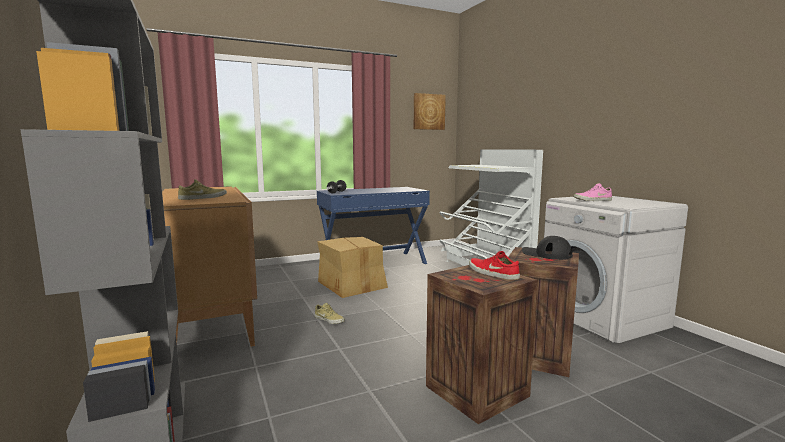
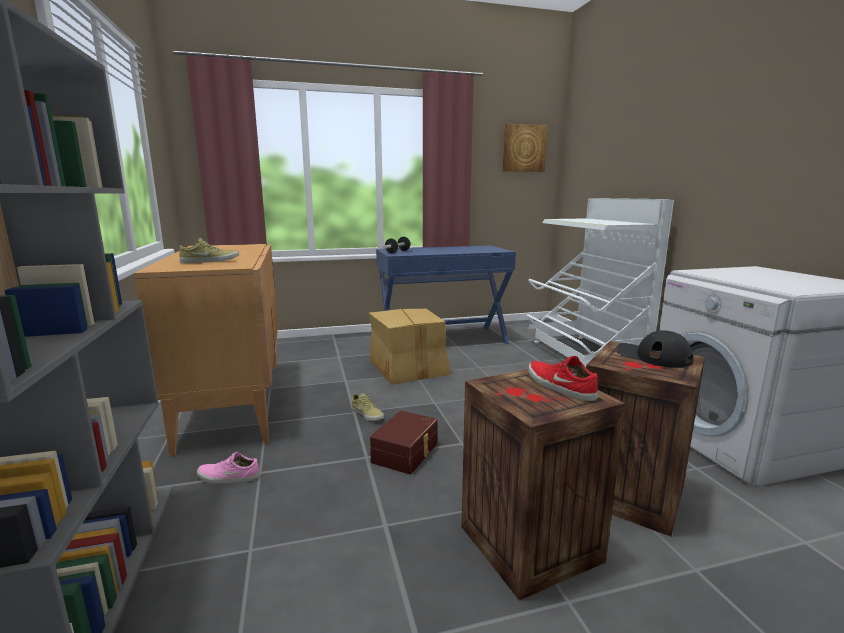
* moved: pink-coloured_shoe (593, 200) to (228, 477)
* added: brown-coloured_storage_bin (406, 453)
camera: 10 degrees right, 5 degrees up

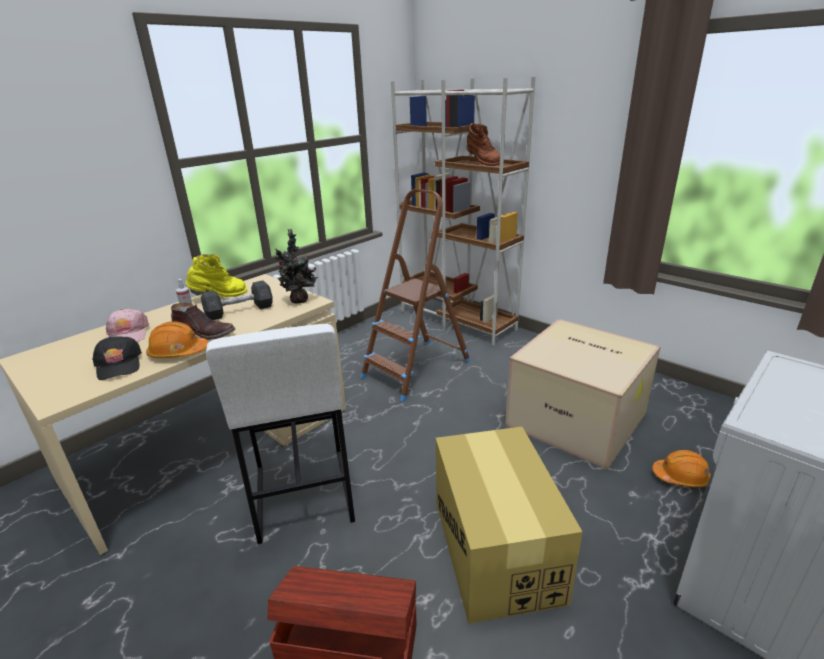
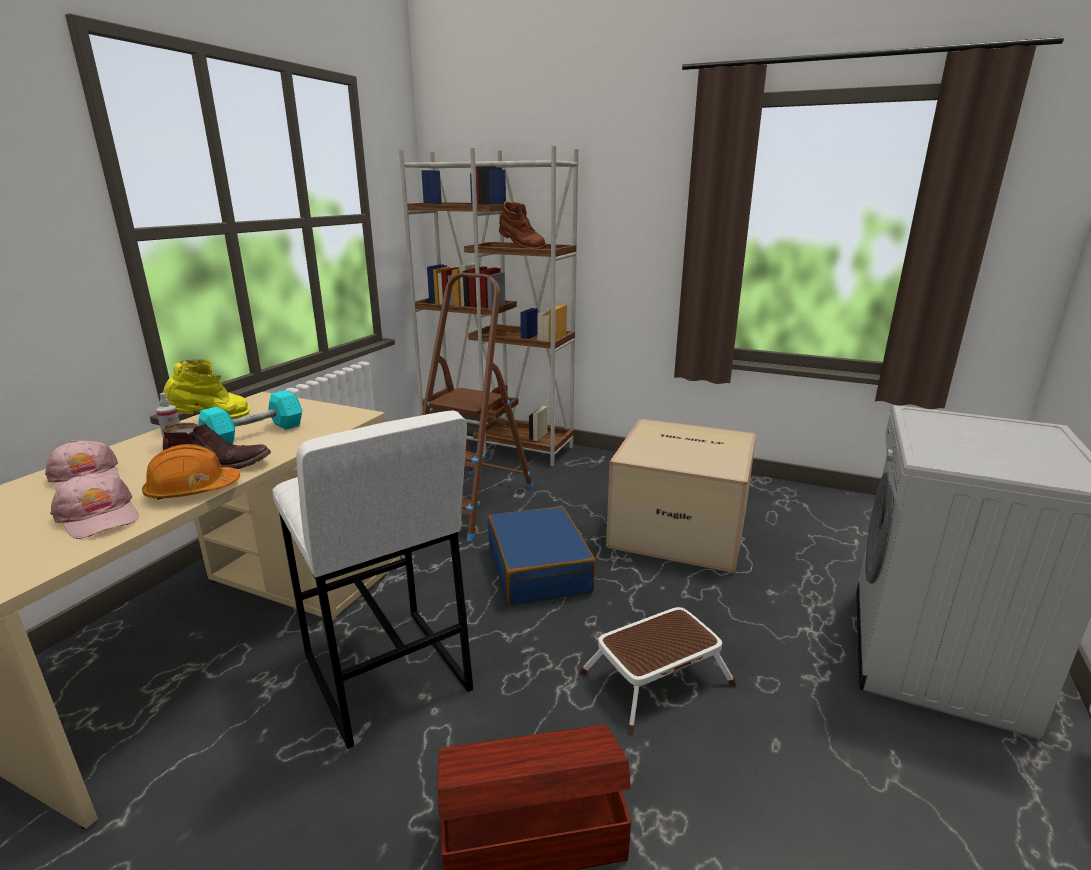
* recoloured: black-coloured_baseball_cap (119, 365) to pink-coloured_baseball_cap (99, 516)
* recoloured: greyish_dumbbell (239, 311) to turquoise_dumbbell (255, 434)
* removed: houseplant (299, 301)
* replaced: cardboard_box (495, 548) to brown-coloured_step_stool (657, 679)
* removed: orange_safety_helmet (681, 477)
* added: blue-coloured_piece_of_luggage (539, 569)
camera: 20 degrees left, 5 degrees down

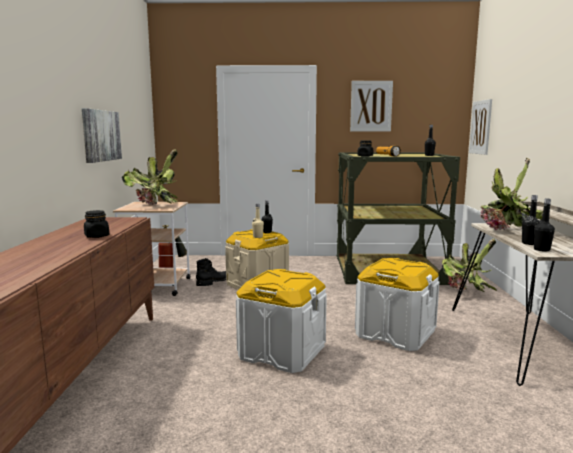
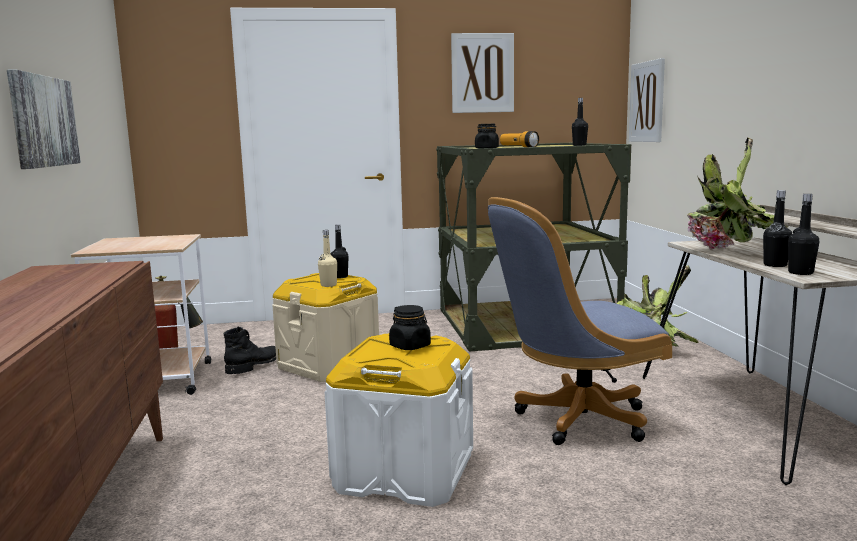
* moved: black-coloured_preserve_jar (97, 236) to (410, 346)
* removed: houseplant (155, 206)
* replaced: whitish_storage_bin (395, 333) to blue-coloured_computer_chair (572, 422)
camera: 10 degrees left, 0 degrees up

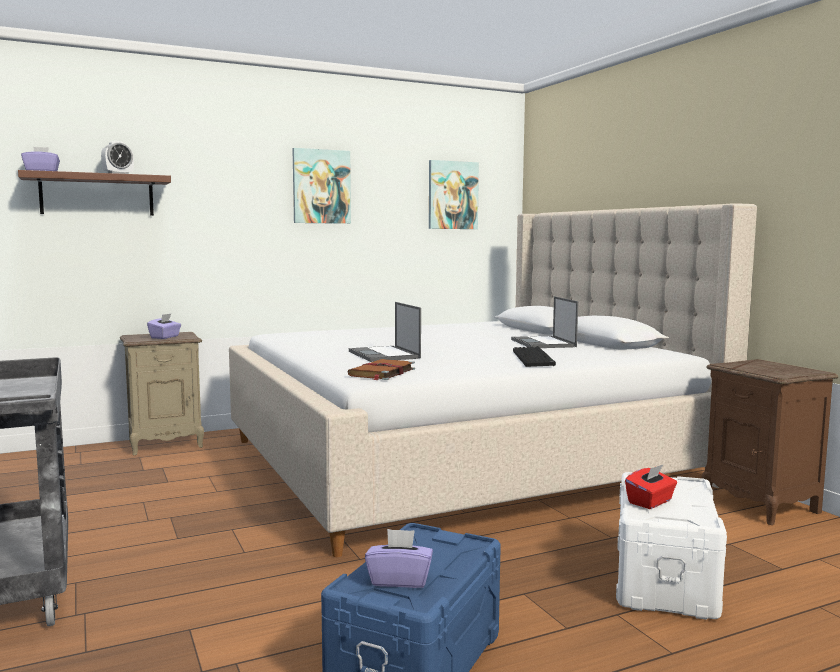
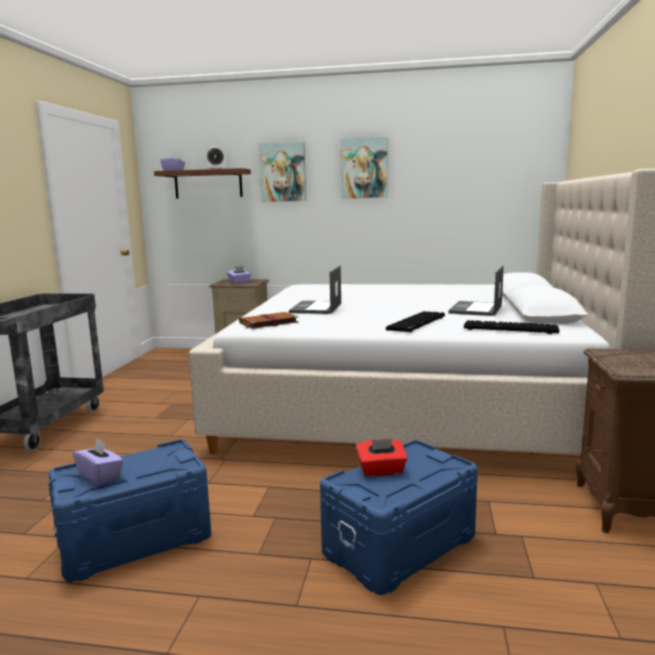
* moved: wall_picture (452, 195) to (283, 172)
* recoloured: whitish_storage_bin (666, 579) to blue-coloured_storage_bin (401, 546)
* added: computer_keyboard (509, 329)
camera: 35 degrees right, 5 degrees up

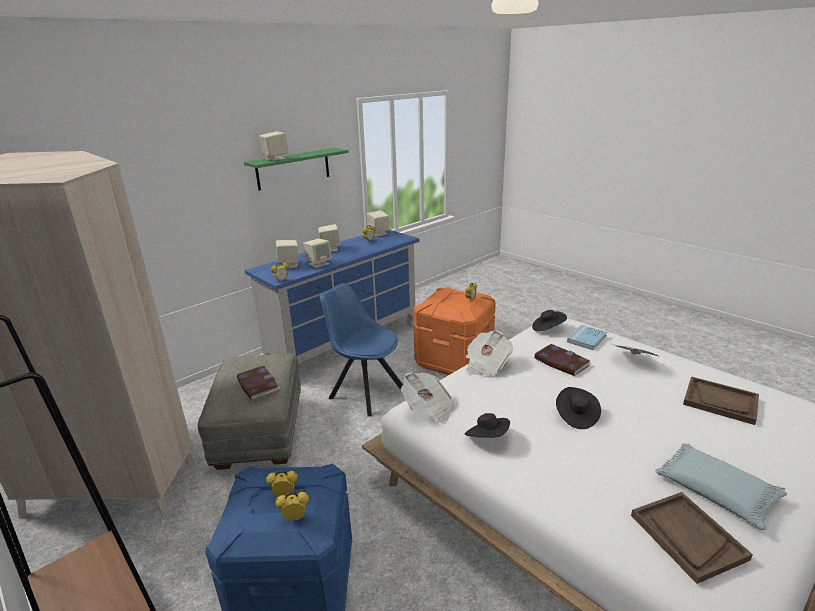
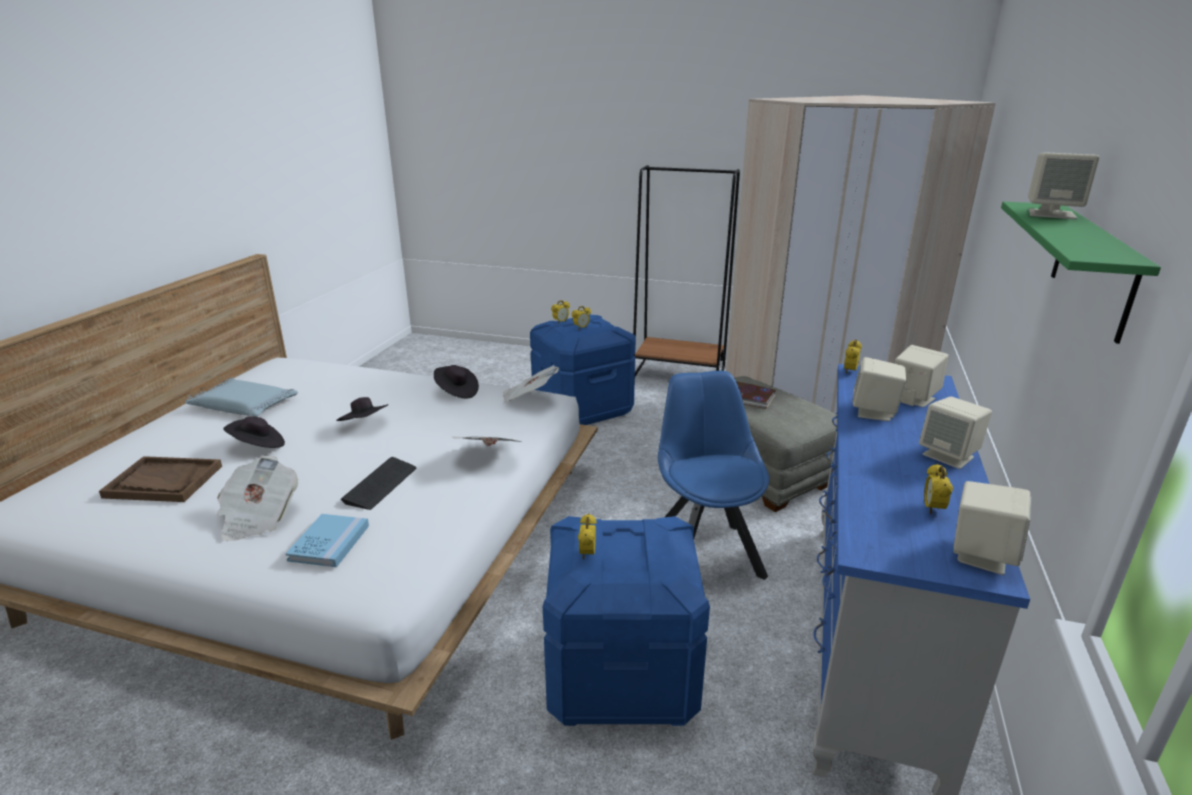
* turned: blue-coloured_chair (365, 392) = (705, 553) 105 degrees counterclockwise
* recoloured: orange_storage_bin (453, 360) to blue-coloured_storage_bin (622, 675)
* moved: black-coloured_clothing_hat (547, 328) to (258, 446)
* replaced: book (561, 362) to computer_keyboard (380, 485)
* removed: brown-coloured_serving_tray (687, 536)
camera: 150 degrees right, 0 degrees up

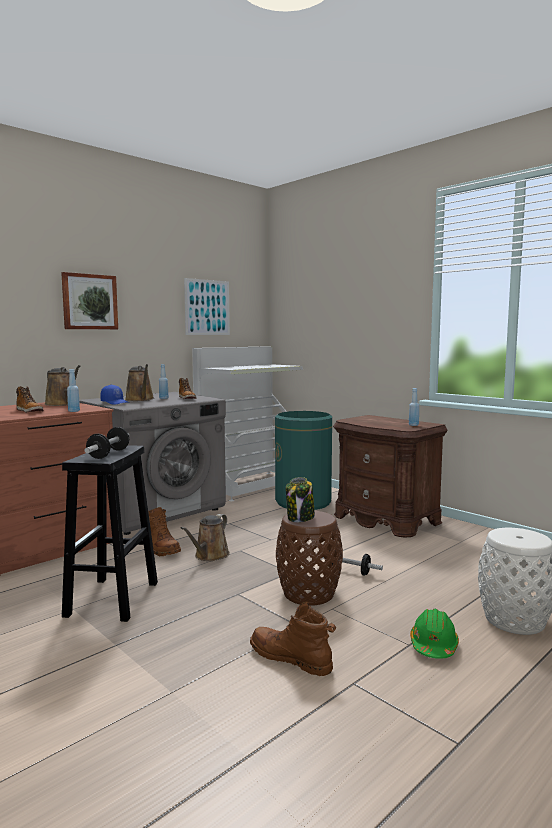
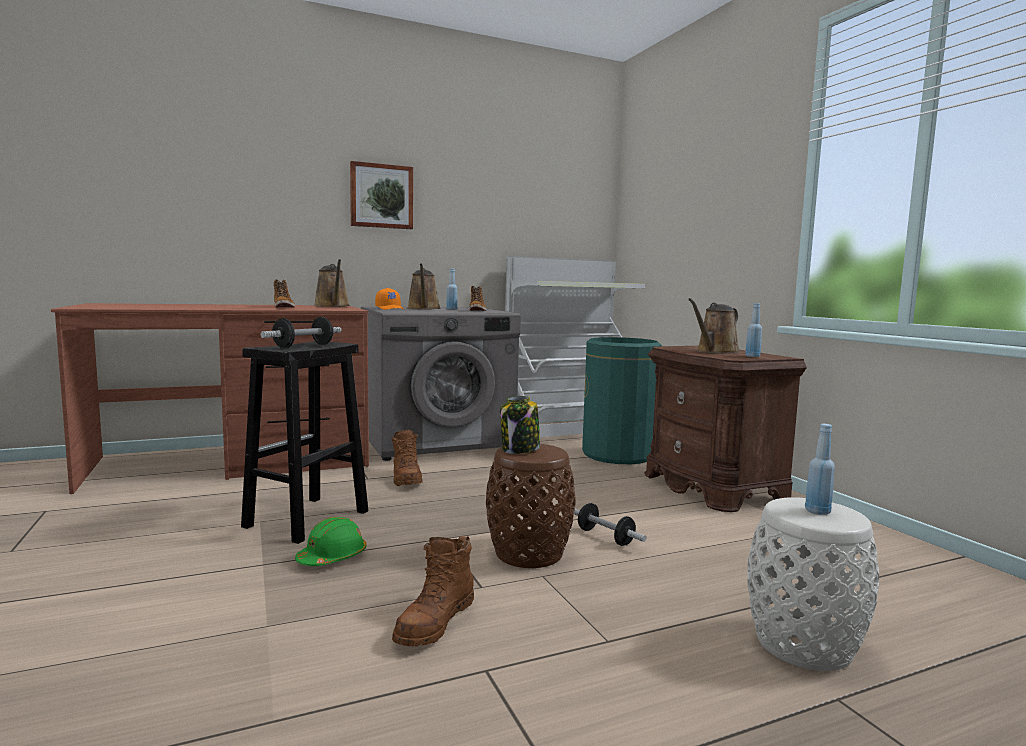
* moved: blue-coloured_drink_bottle (74, 411) to (817, 511)
* recoloured: blue-coloured_baseball_cap (115, 402) to orange_baseball_cap (390, 309)
* moved: brown-coloured_watering_pot (210, 556) to (715, 352)
* removed: wall_picture (207, 307)
* turned: brown-coloured_boot (291, 659) = (435, 622) 120 degrees counterclockwise
* moved: greenish_safety_helmet (433, 645) to (332, 558)
camera: 20 degrees right, 0 degrees up

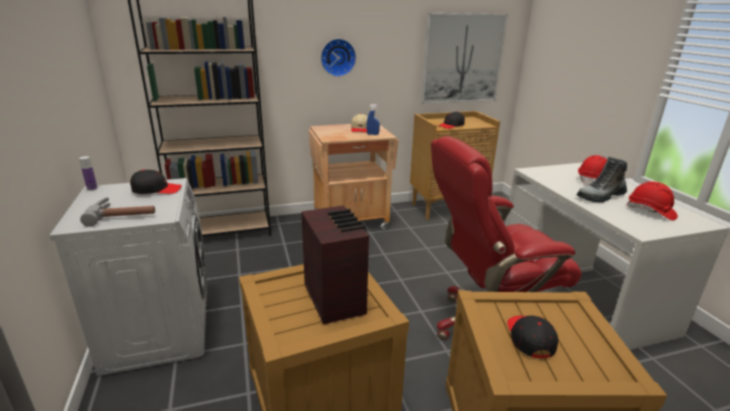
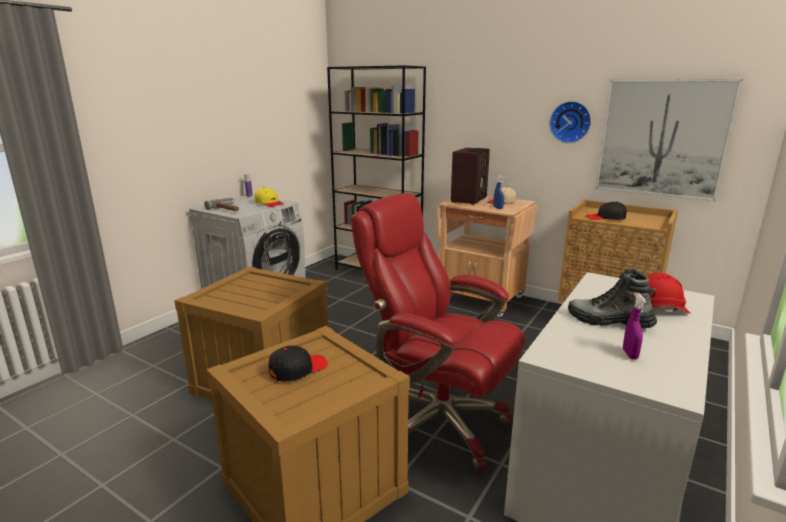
* recoloured: black-coloured_baseball_cap (156, 189) to yellow-coloured_baseball_cap (269, 203)
* moved: radio_set (335, 298) to (470, 199)
* moved: clock_on_the_wall (337, 57) to (570, 122)
* replaced: red-coloured_safety_helmet (650, 211) to purple_spray_bottle (630, 354)
camera: 50 degrees right, 5 degrees down

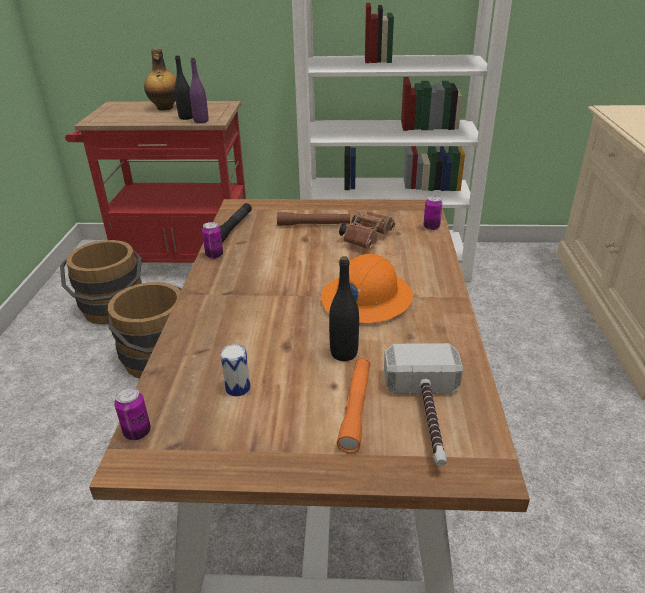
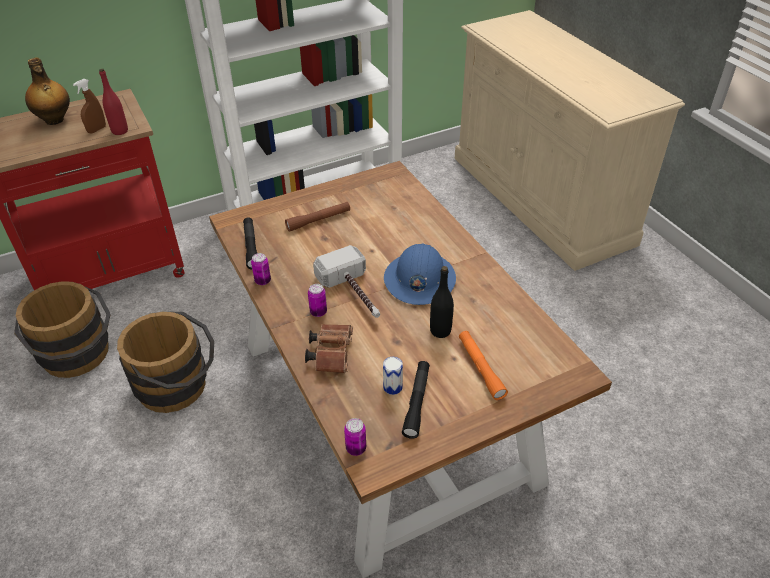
* replaced: black-coloured_drink_bottle (186, 117) to brown-coloured_spray_bottle (97, 129)
* recoloured: purple_drink_bottle (201, 121) to red-coloured_drink_bottle (120, 131)
* recoloured: orange_safety_helmet (366, 299) to blue-coloured_safety_helmet (419, 279)
* moved: brown-coloured_binoculars (367, 238) to (331, 353)
* moved: hand_hammer (427, 416) to (354, 294)
* moved: sealed_can (431, 227) to (318, 312)
* added: black-coloured_hand_torch (417, 402)
camera: 30 degrees left, 10 degrees up

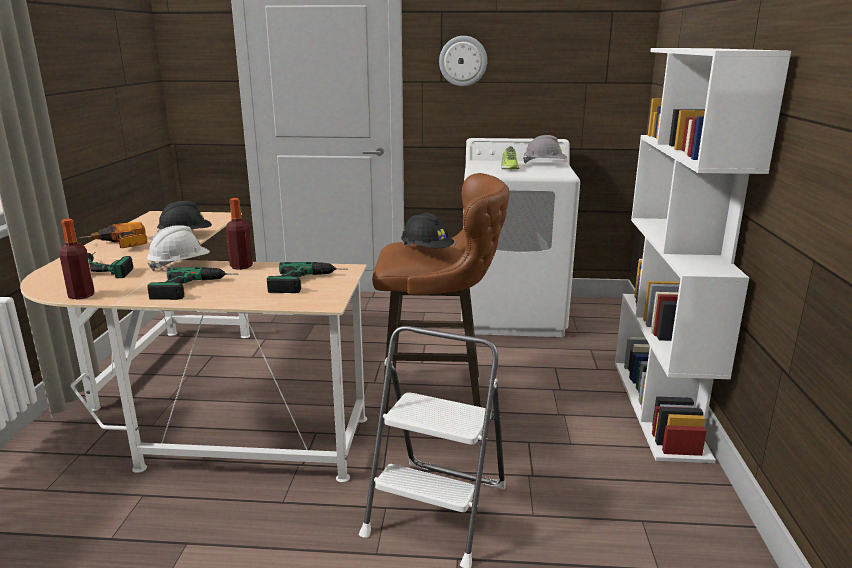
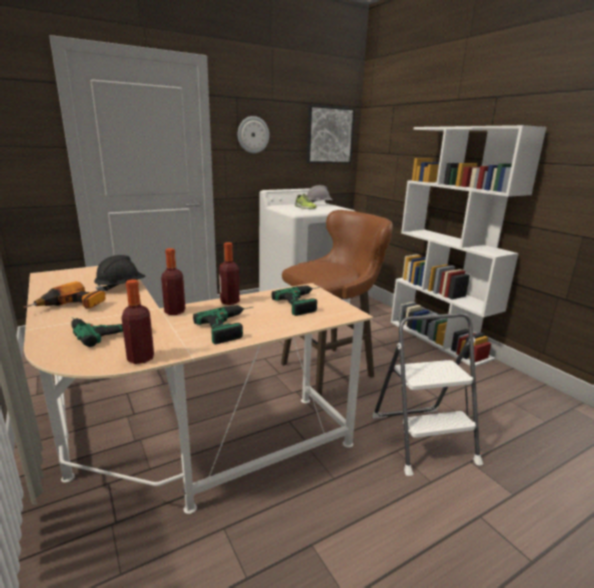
* replaced: whitish_safety_helmet (180, 265) to drink_bottle (175, 311)
* removed: black-coloured_safety_helmet (426, 251)
* added: wall_picture (329, 135)
camera: 35 degrees left, 0 degrees up

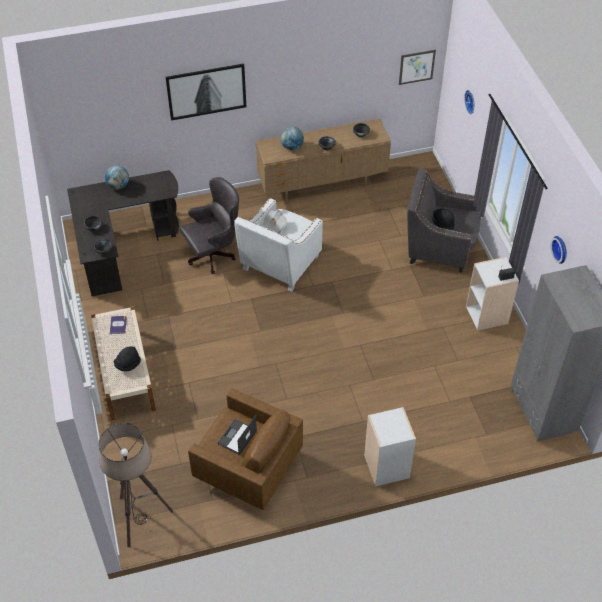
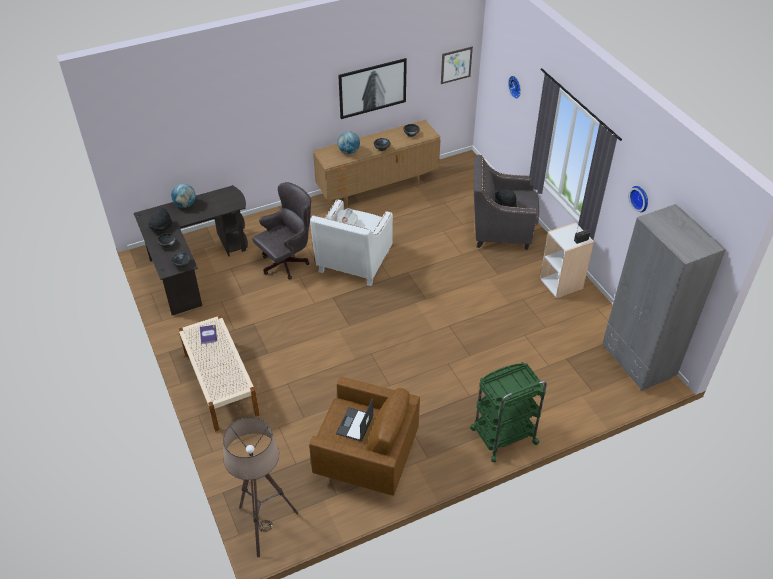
* moved: black-coloured_clothing_hat (128, 364) to (161, 227)
* moved: wall_picture (206, 91) to (372, 88)
* replaced: bookcase (386, 466) to greenish_wheeled_cart (503, 435)
camera: 10 degrees left, 5 degrees down

